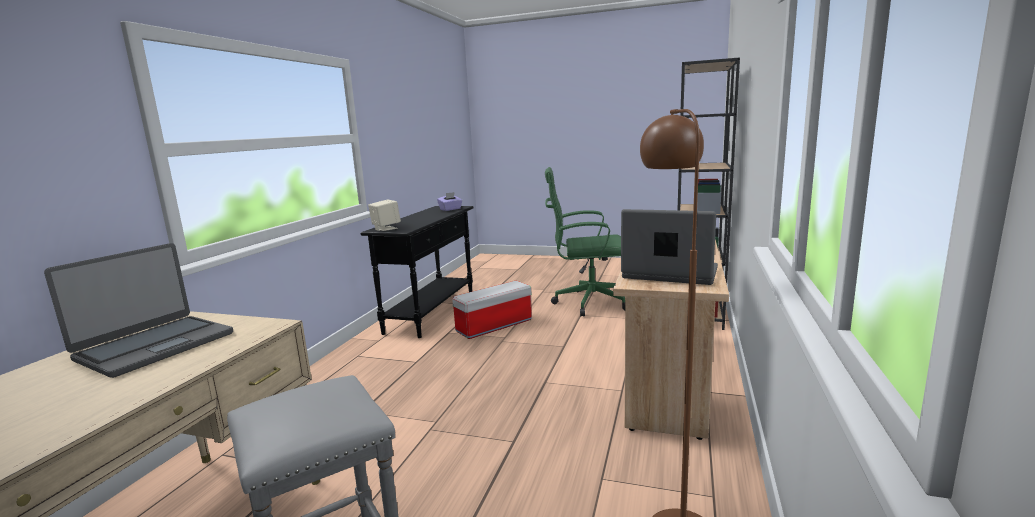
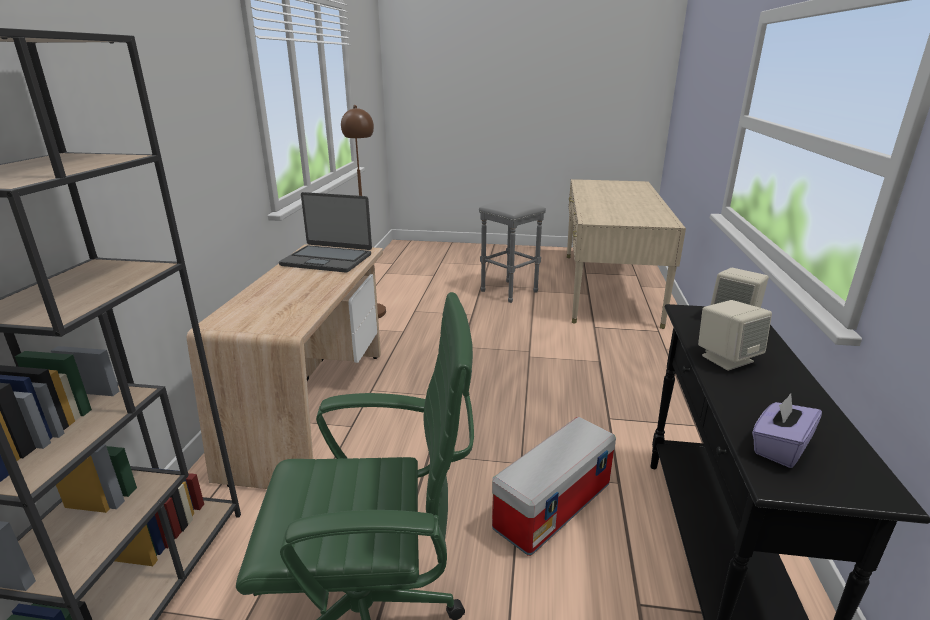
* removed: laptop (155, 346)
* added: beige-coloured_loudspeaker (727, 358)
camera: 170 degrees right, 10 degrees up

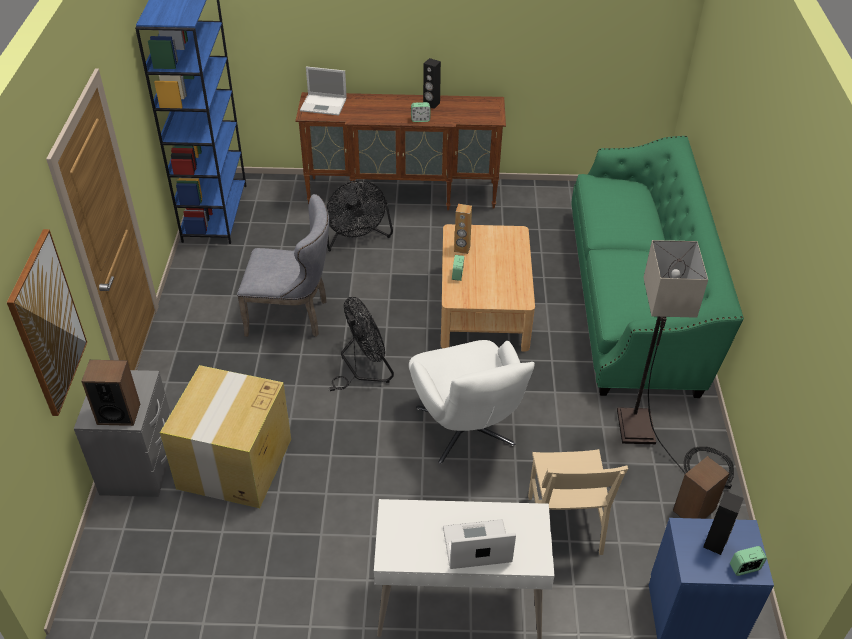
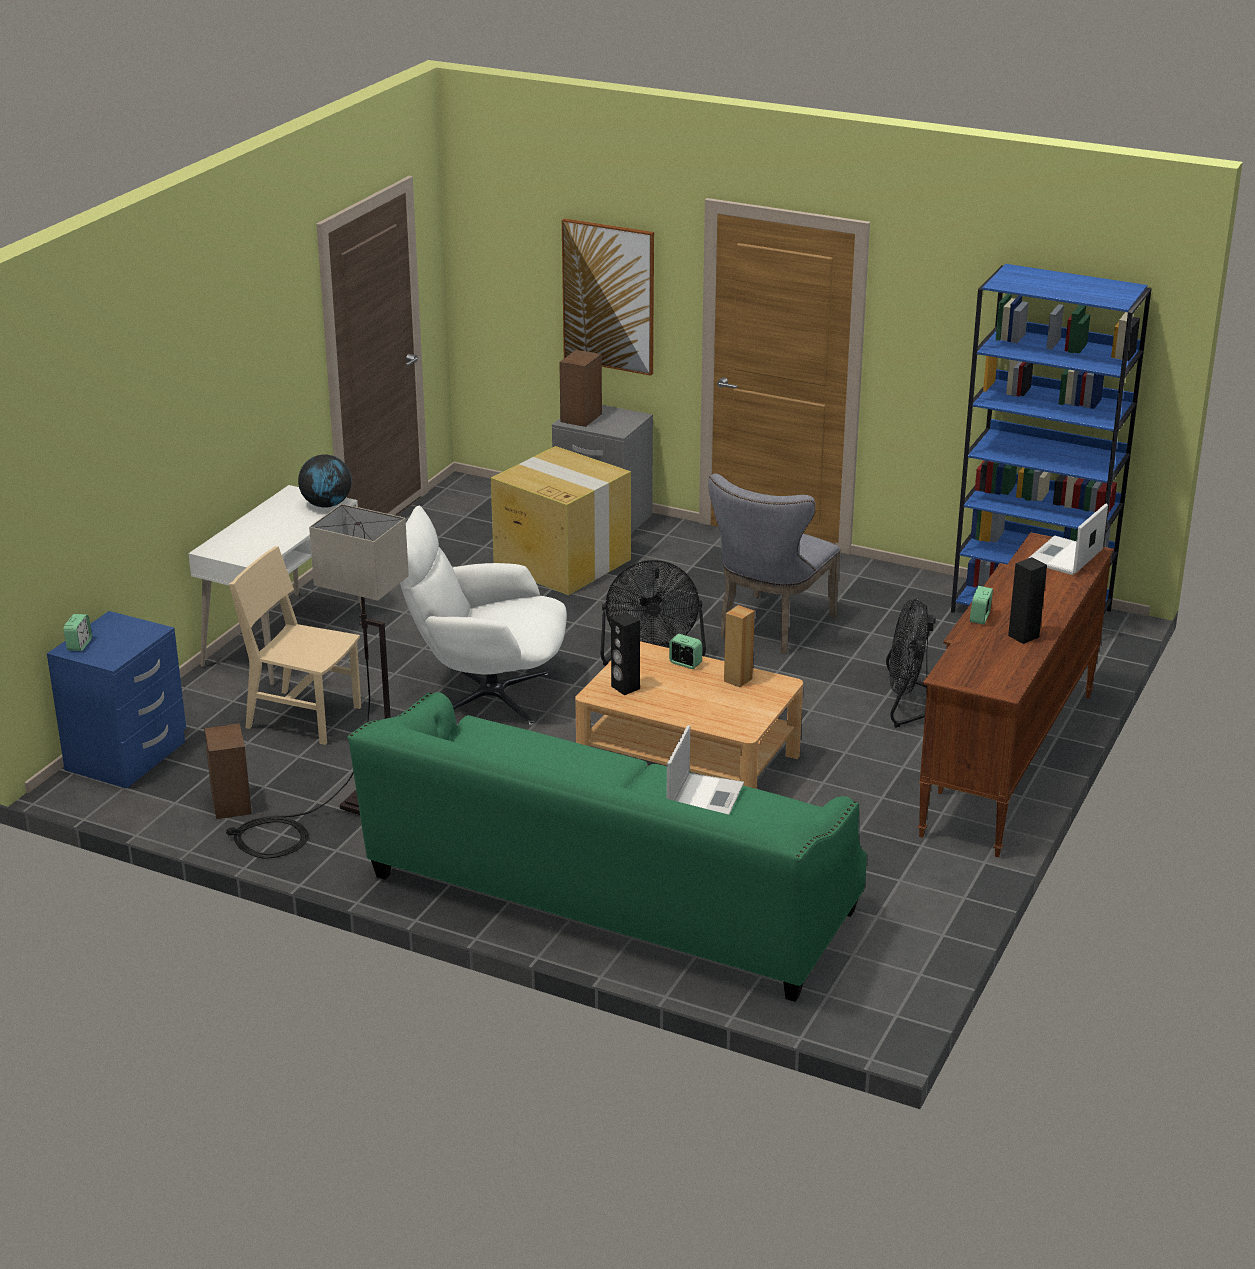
* moved: laptop (475, 546) to (705, 798)
* moved: black-coloured_loudspeaker (715, 543) to (625, 688)
* added: desk_globe (327, 505)
camera: 115 degrees right, 15 degrees down

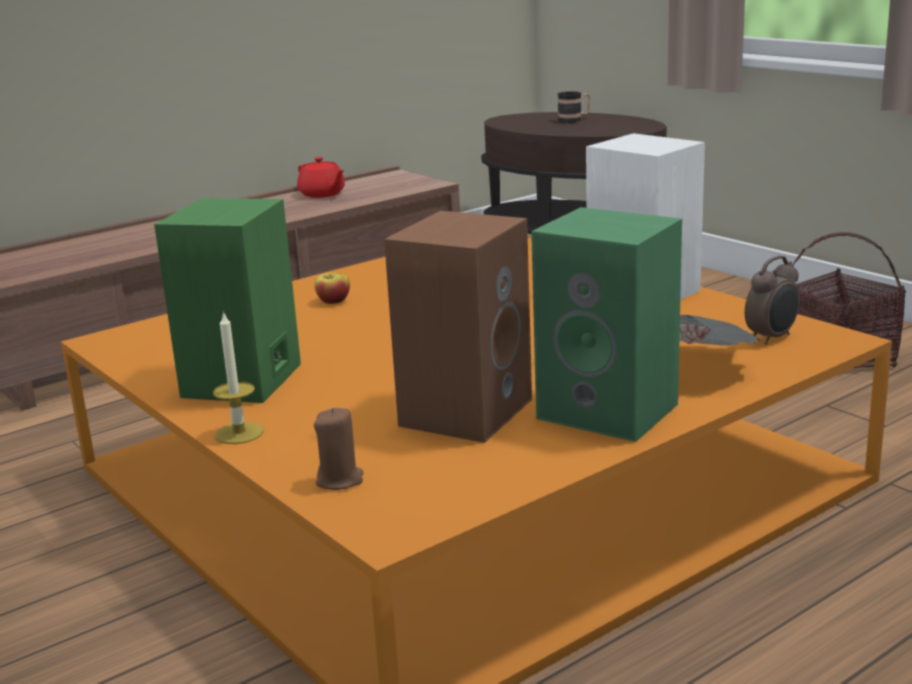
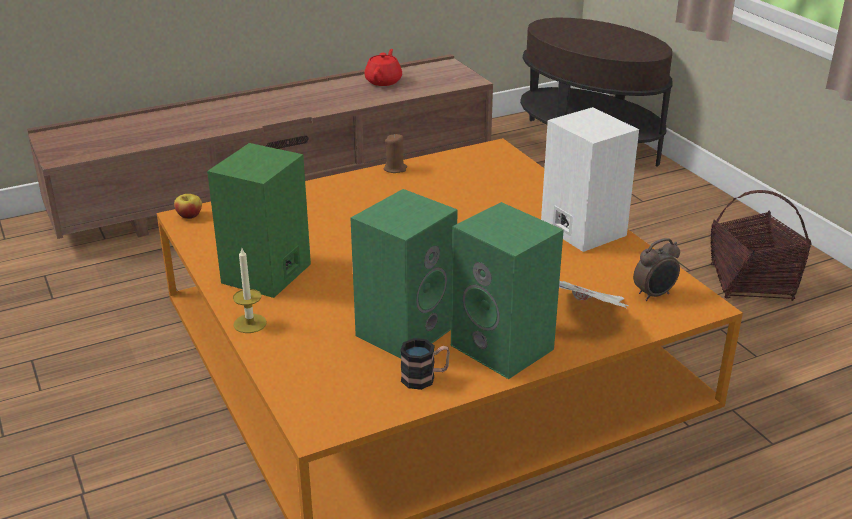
* turned: red-coloured_pot_for_tea (322, 194) = (384, 81) 135 degrees counterclockwise
* moved: whole_apple (333, 301) to (189, 216)
* moved: brown-coloured_wax_candle (340, 480) to (395, 169)
* recoloured: brown-coloured_loudspeaker (465, 411) to greenish_loudspeaker (405, 329)
* moved: coffee_mug (574, 120) to (425, 378)
camera: 10 degrees right, 10 degrees up

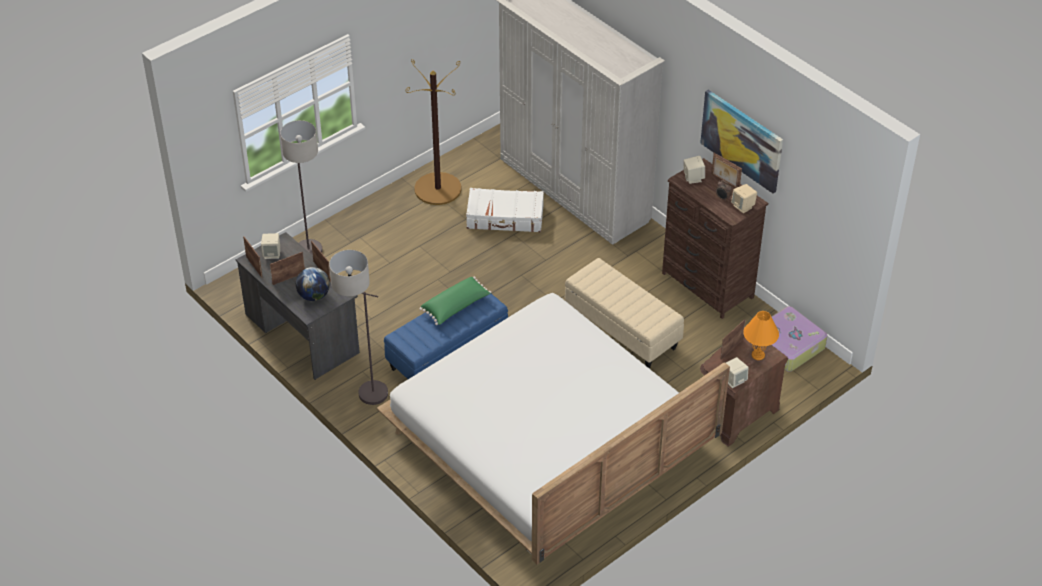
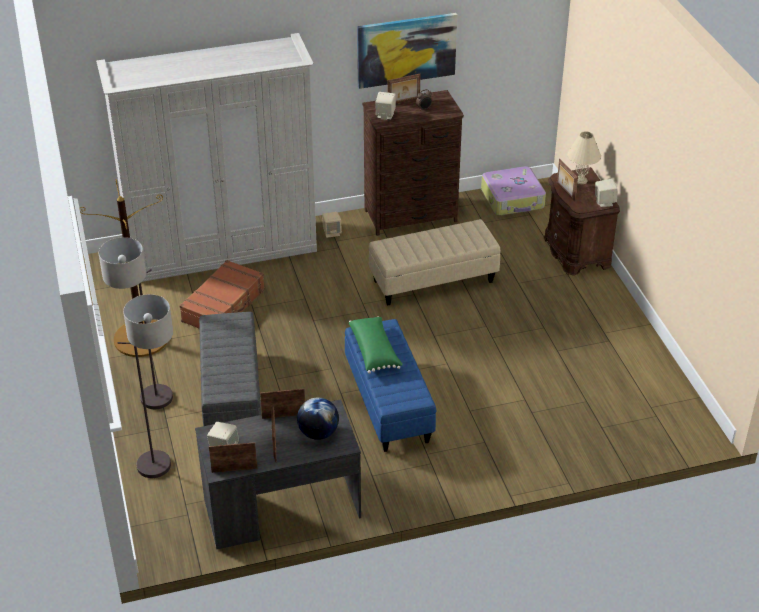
* moved: greyish_floor_lamp (364, 391) to (149, 403)
* removed: whitish_sleeping_bed (546, 441)
* recoloured: whitish_piece_of_luggage (505, 218) to brown-coloured_piece_of_luggage (224, 306)
* moved: beige-coloured_loudspeaker (743, 206) to (332, 233)
* recoloured: orange_tabletop_lamp (758, 355) to beige-coloured_tabletop_lamp (581, 180)
* added: greyish_ottoman (232, 395)
camera: 65 degrees left, 5 degrees down

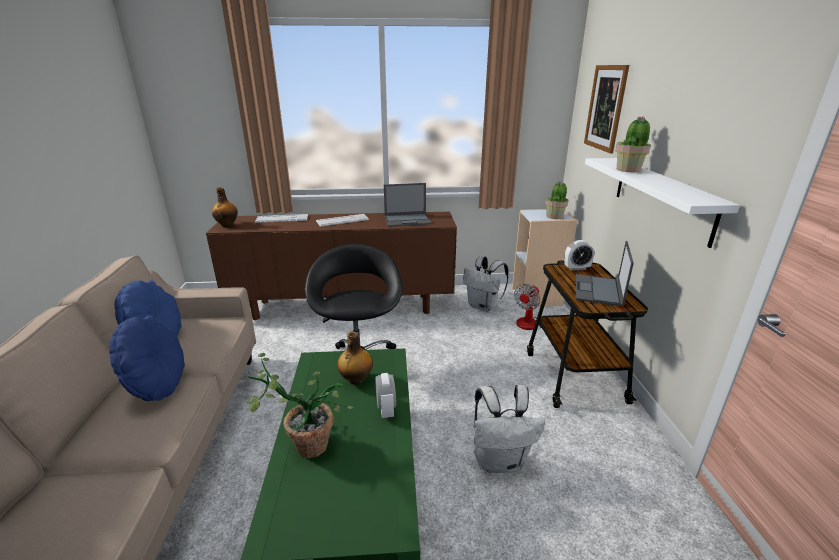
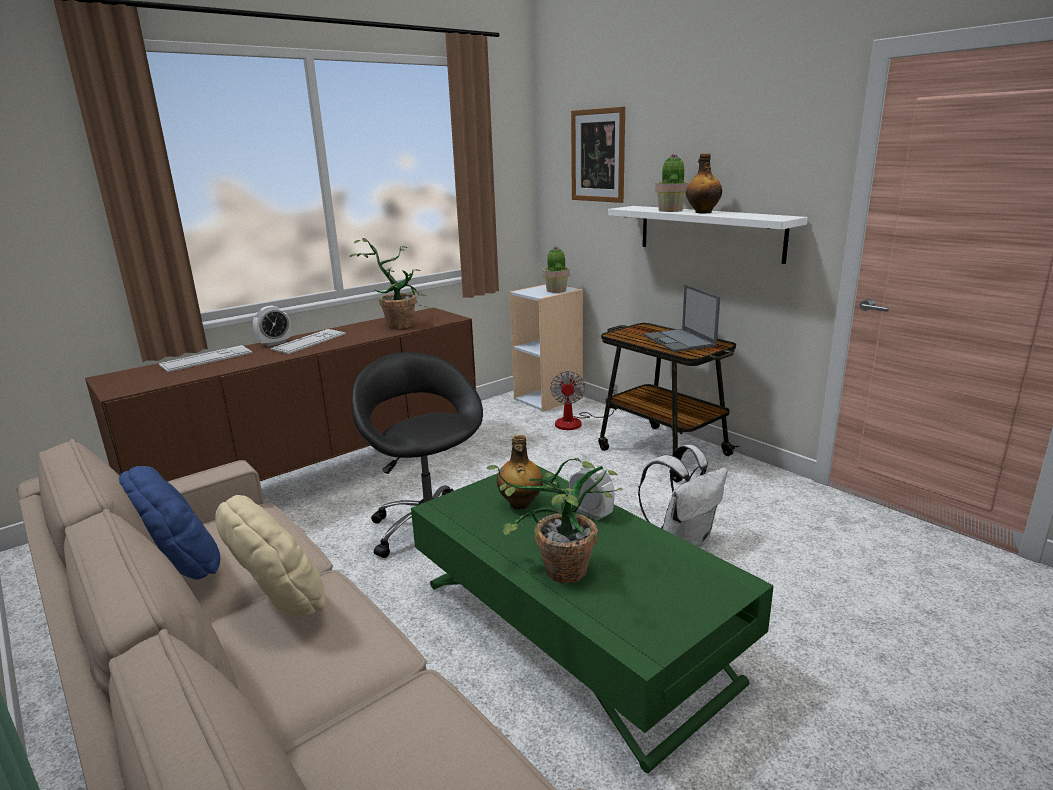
* recoloured: blue-coloured_pillow (159, 388) to beige-coloured_pillow (280, 609)
* moved: drink_bottle (227, 225) to (702, 212)
* replaced: laptop (408, 220) to houseplant (399, 324)
* removed: whitish_backpack (483, 306)
* moved: table_clock (576, 268) to (275, 343)
camera: 35 degrees left, 5 degrees down

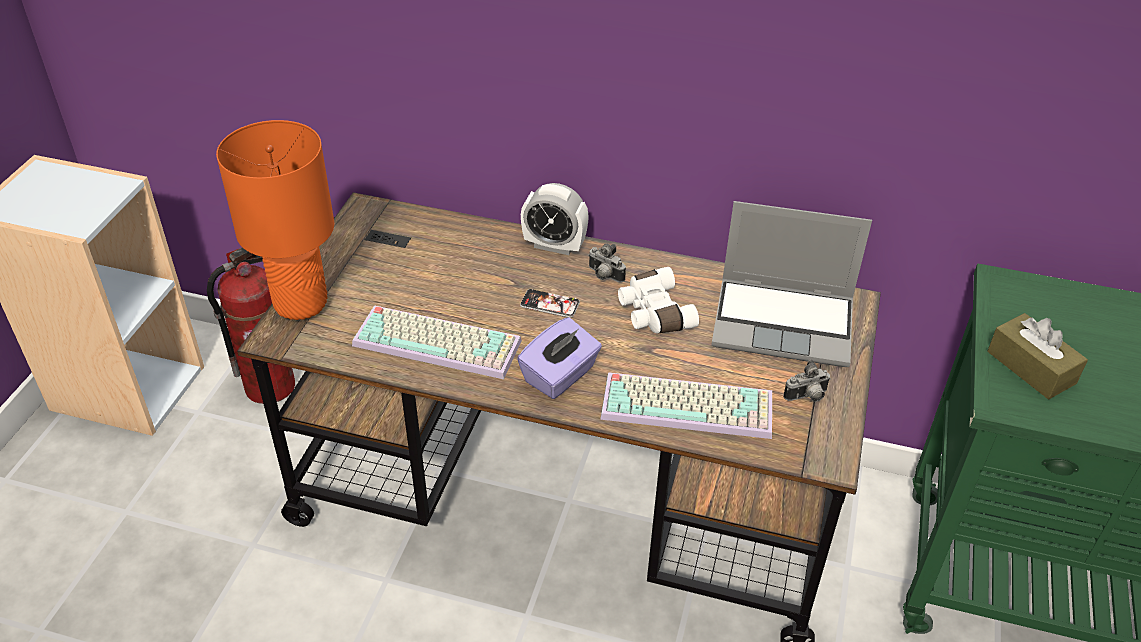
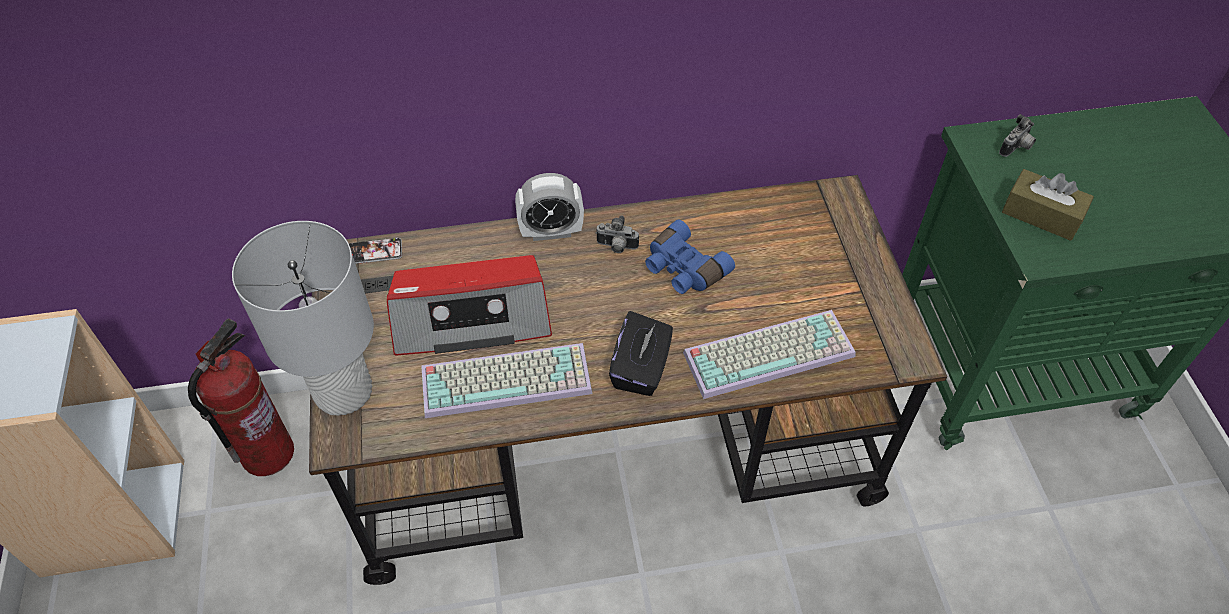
* recoloured: orange_tabletop_lamp (301, 306) to greyish_tabletop_lamp (344, 395)
* recoloured: purple_box_of_tissues (560, 376) to black-coloured_box_of_tissues (641, 369)
* moved: handset (550, 304) to (374, 252)
* recoloured: whitish_binoculars (653, 312) to blue-coloured_binoculars (683, 269)
* removed: laptop (785, 323)
* moved: still_camera (807, 397) to (1016, 148)
* added: radio_set (471, 318)
camera: 25 degrees left, 10 degrees up

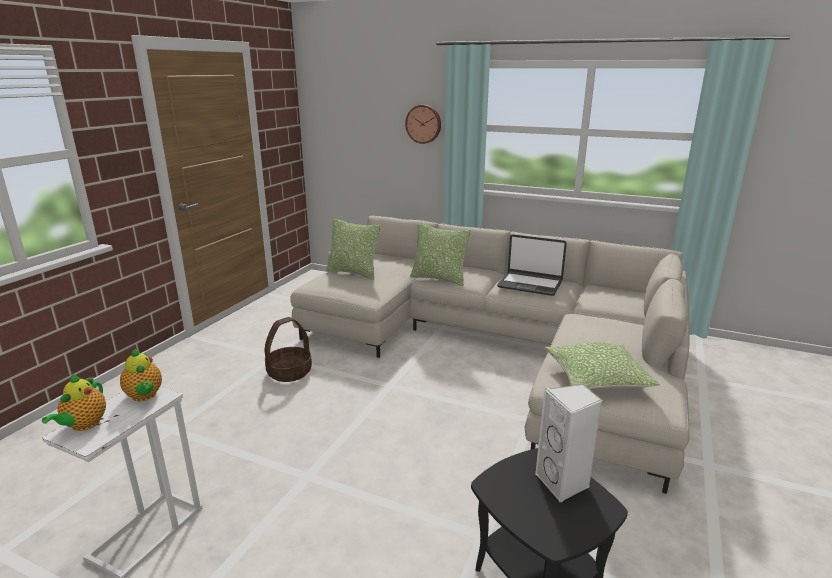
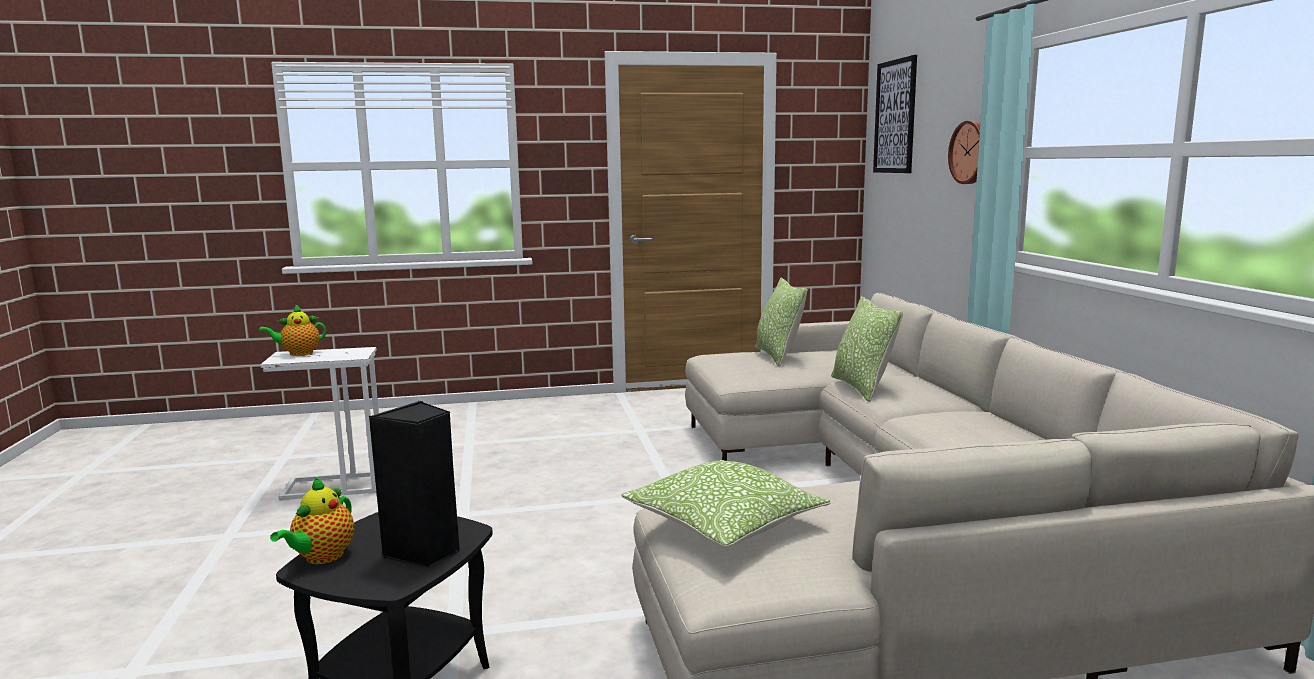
* moved: pot_for_tea (145, 396) to (321, 558)
* removed: storage_basket (289, 372)
* removed: laptop (530, 284)
* recoloured: whitish_loudspeaker (563, 483) to black-coloured_loudspeaker (424, 552)
* added: wall_picture (895, 117)
camera: 55 degrees right, 10 degrees down

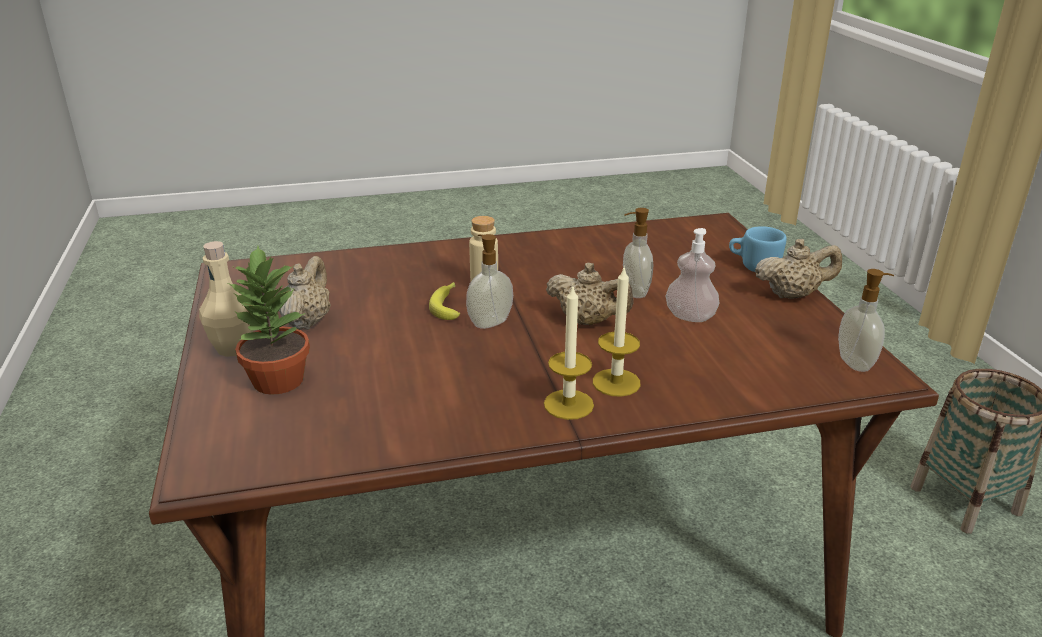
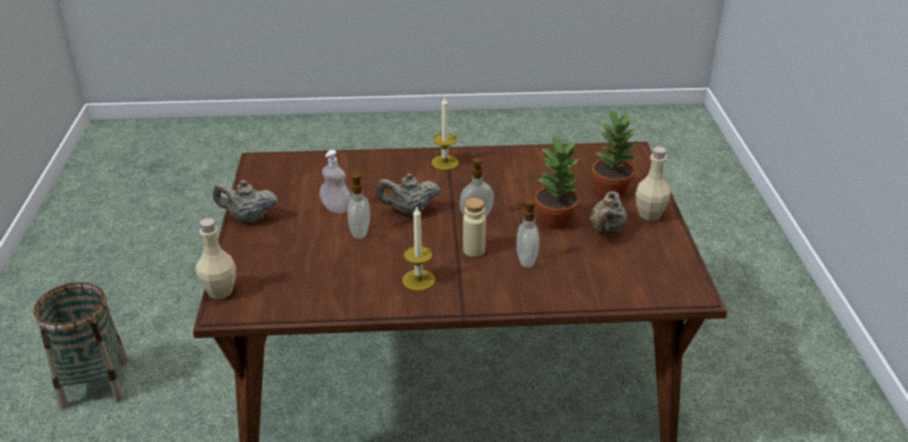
* removed: whole_banana (448, 305)
* turned: beige-coloured_pot_for_tea (588, 321) = (408, 211) 45 degrees counterclockwise
* moved: wax_candle (616, 382) to (418, 280)
* removed: blue-coloured_coffee_mug (753, 266)
* moved: soap_bottle (856, 363) to (525, 260)
* added: beige-coloured_drink_bottle (220, 291)
* added: houseplant (555, 219)
camera: 170 degrees left, 5 degrees up

